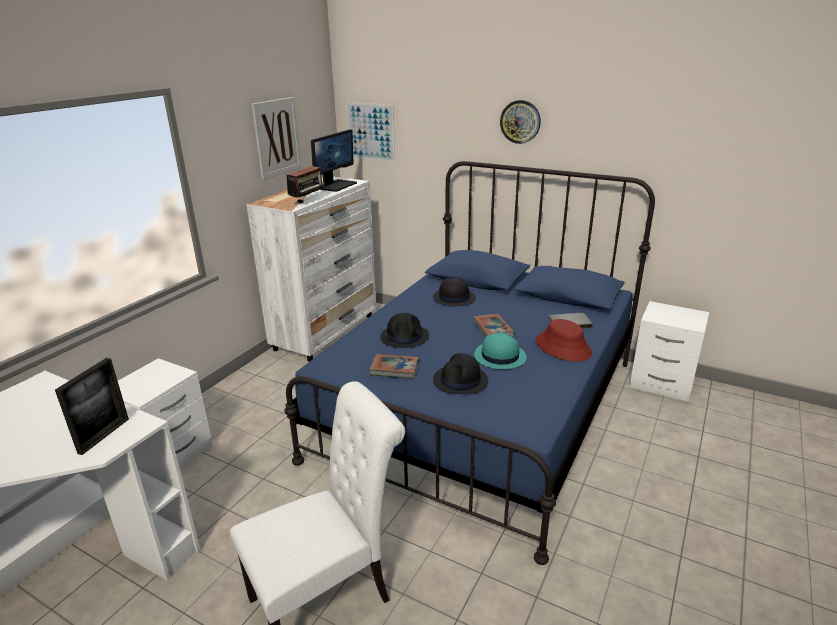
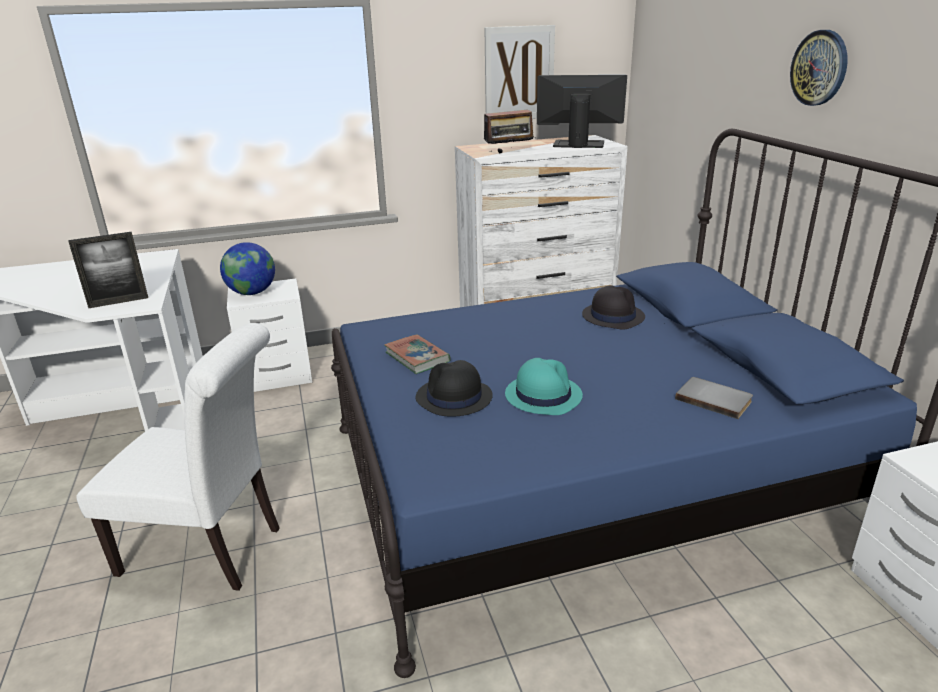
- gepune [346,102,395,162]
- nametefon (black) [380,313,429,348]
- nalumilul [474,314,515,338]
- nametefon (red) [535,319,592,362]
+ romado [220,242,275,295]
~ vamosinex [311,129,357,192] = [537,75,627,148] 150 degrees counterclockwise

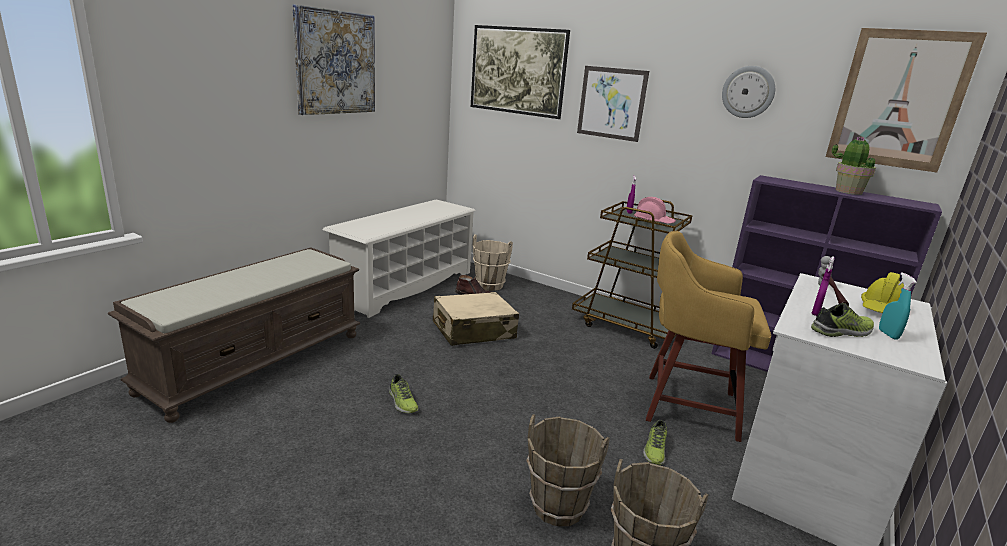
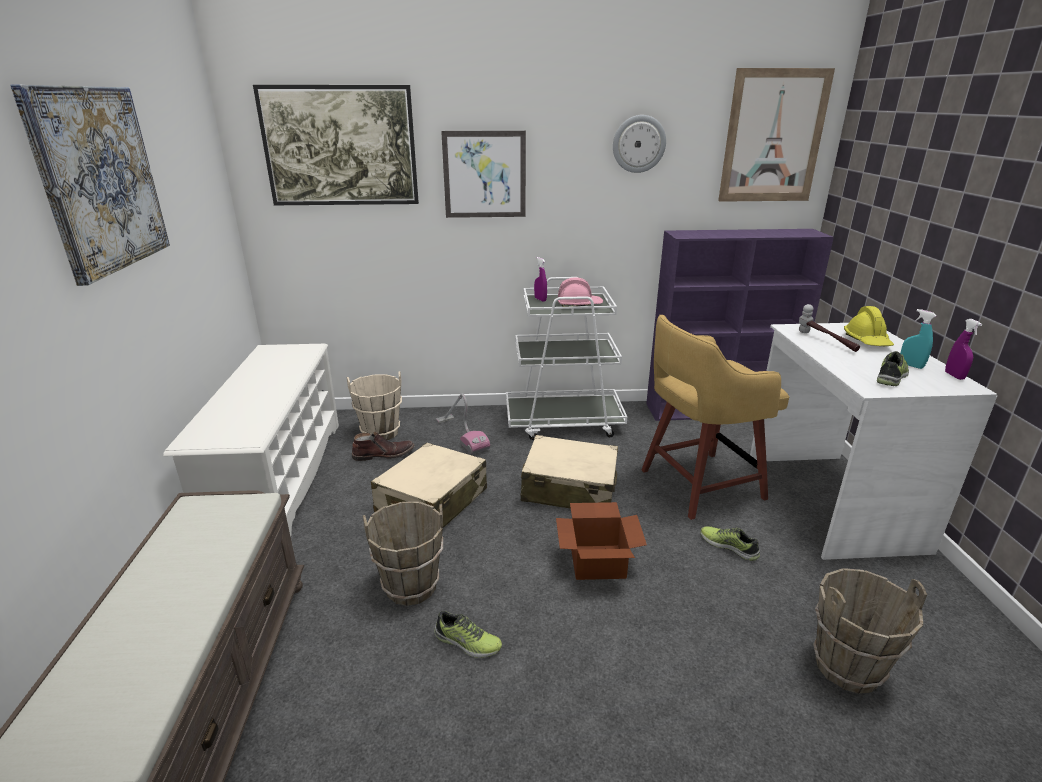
- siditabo [832,136,876,195]
+ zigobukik [436,393,490,454]
+ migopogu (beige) [521,435,618,509]
+ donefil [556,502,647,580]
~ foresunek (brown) [526,414,610,526] to [363,502,443,606]
~ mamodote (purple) [812,256,834,316] to [945,319,982,380]
~ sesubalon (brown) [572,197,693,349] to sesubalon (white) [506,277,627,440]
~ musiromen [643,419,667,465] = [701,526,760,561] 150 degrees clockwise

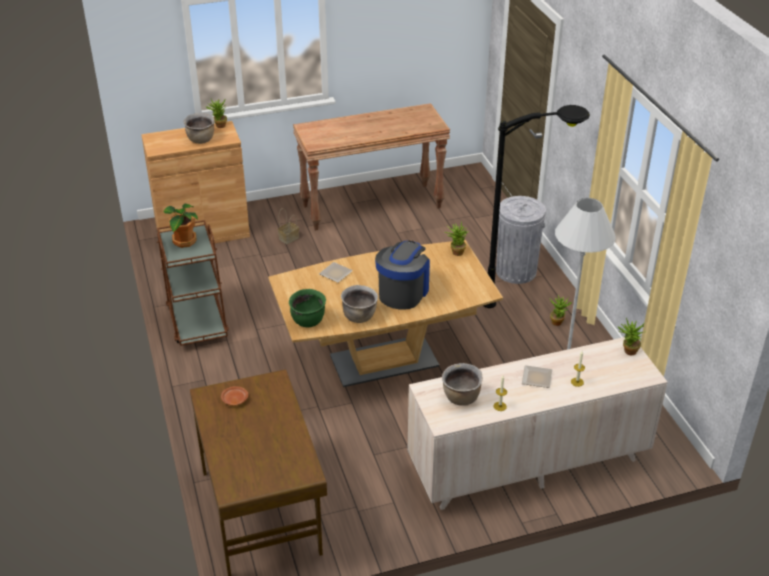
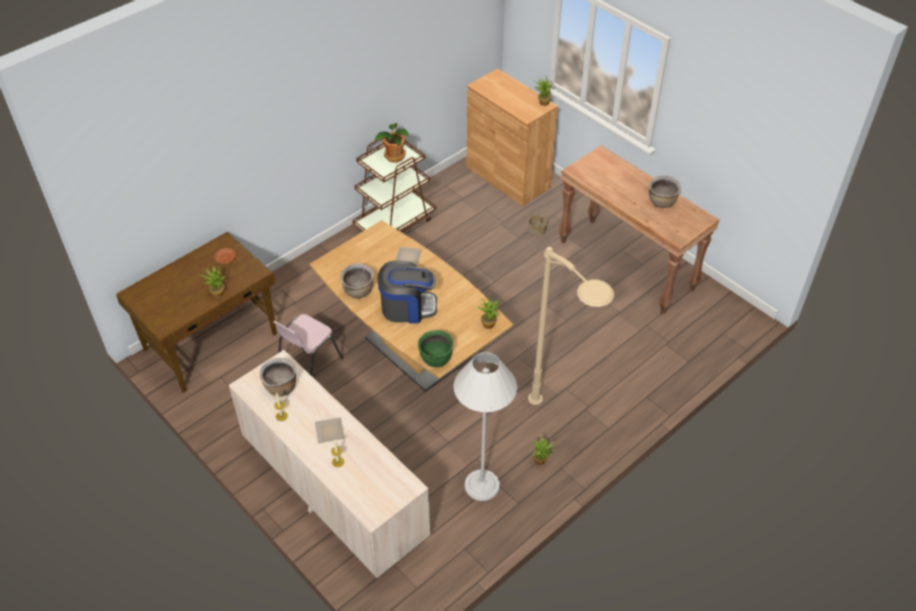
- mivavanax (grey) [496,196,546,284]
+ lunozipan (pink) [274,314,343,376]
~ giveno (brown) [184,113,215,144] to [649,176,681,208]
~ giveno (green) [289,289,326,327] to [418,330,453,367]
~ siditabo [618,318,645,355] to [200,267,226,298]
~ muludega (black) [484,105,590,308] to muludega (beige) [528,247,614,405]

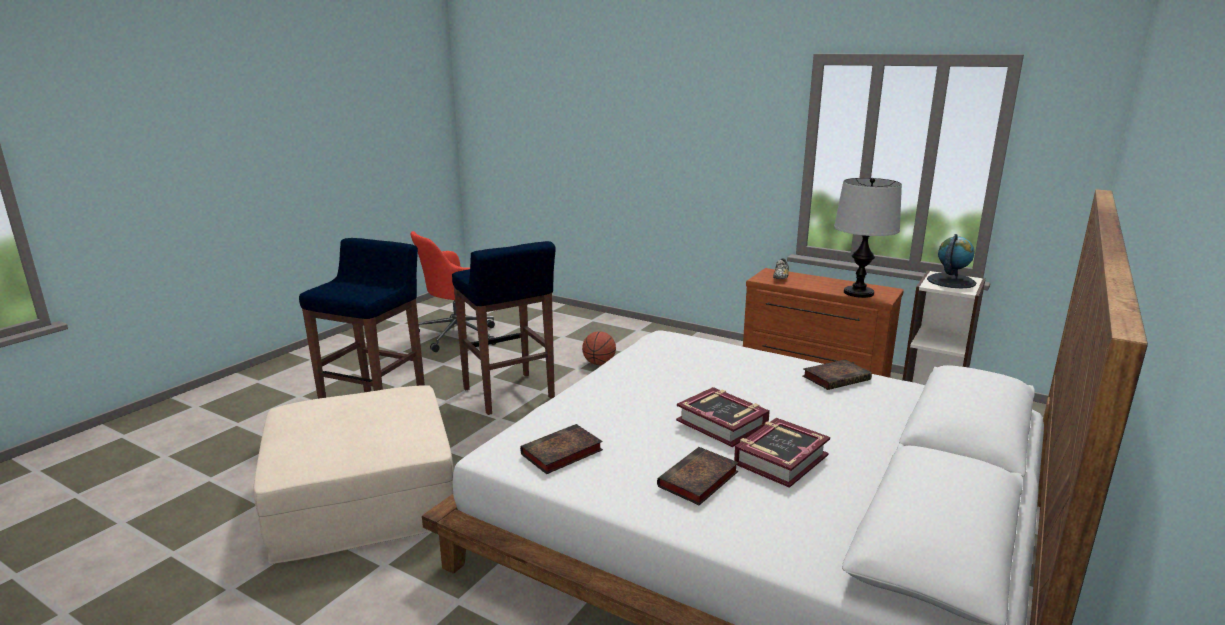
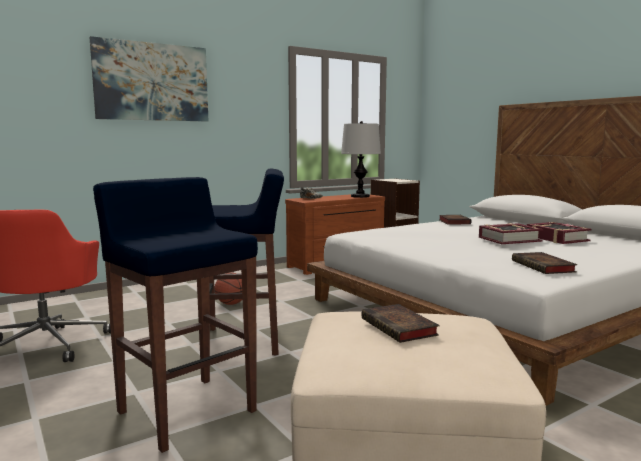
- romado [927,234,976,288]
+ gepune [89,36,208,121]
~ nalumilul [657,447,739,505] to [361,304,440,343]

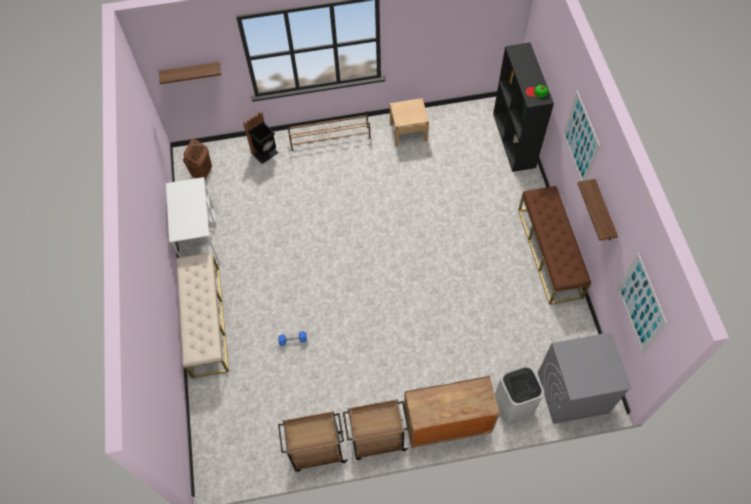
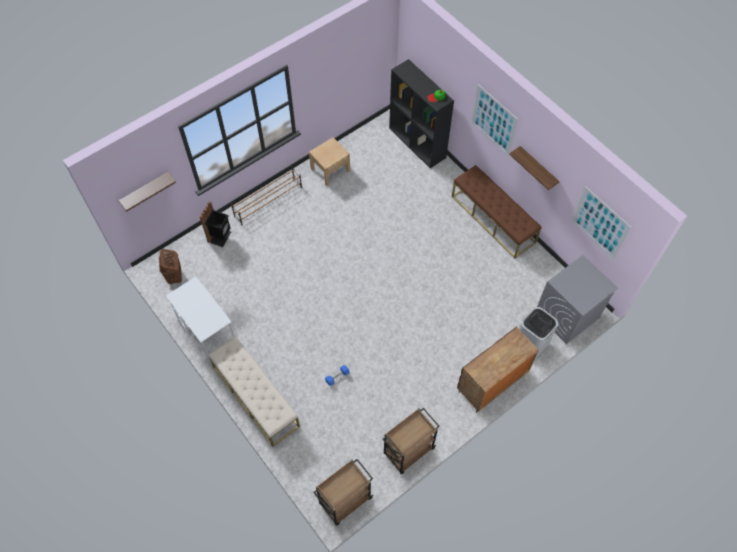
~ sesubalon (brown) [343,399,409,460] to [313,459,374,526]

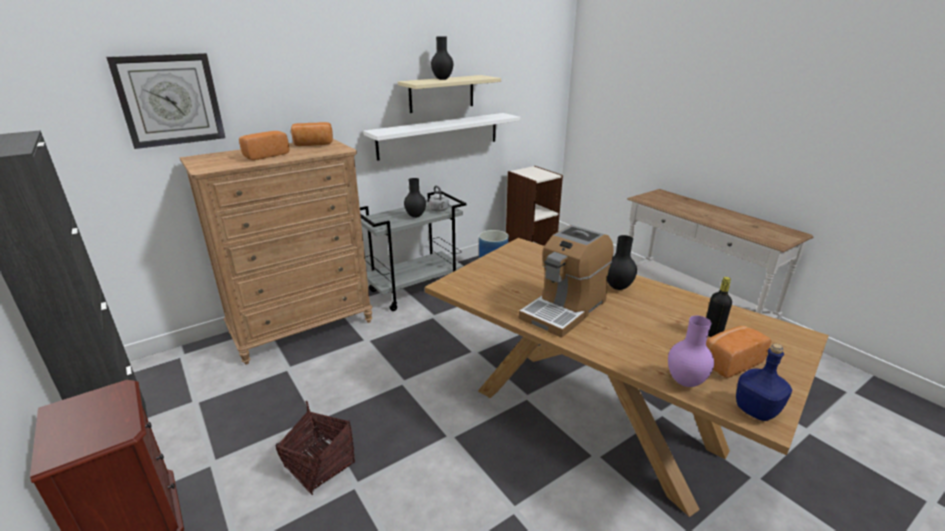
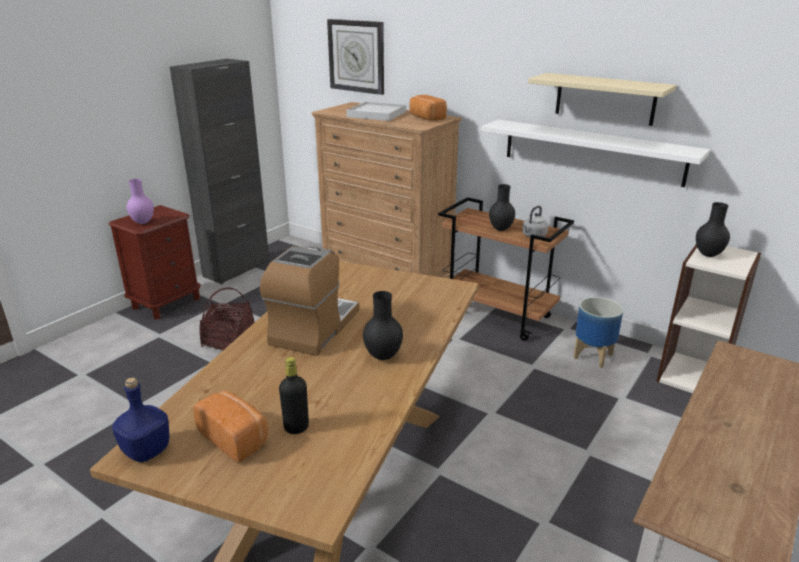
~ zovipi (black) [431,36,453,80] to [696,202,730,257]
~ zovipi (purple) [668,316,714,387] to [127,179,154,224]
~ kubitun [239,131,289,160] to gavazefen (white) [346,102,406,121]
~ sesubalon (grey) [360,191,466,311] to sesubalon (brown) [438,197,574,341]
~ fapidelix [519,225,614,338] = [260,246,359,356] 90 degrees clockwise

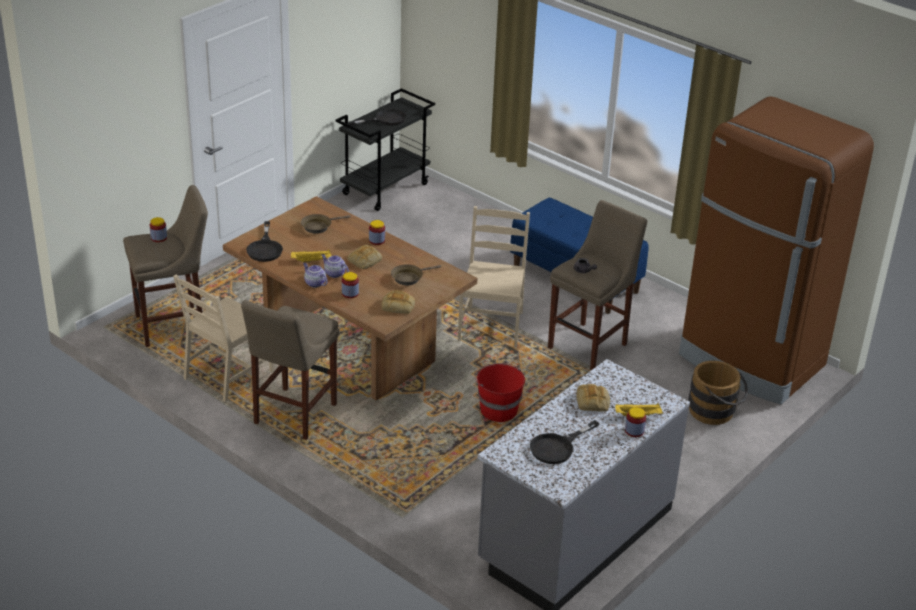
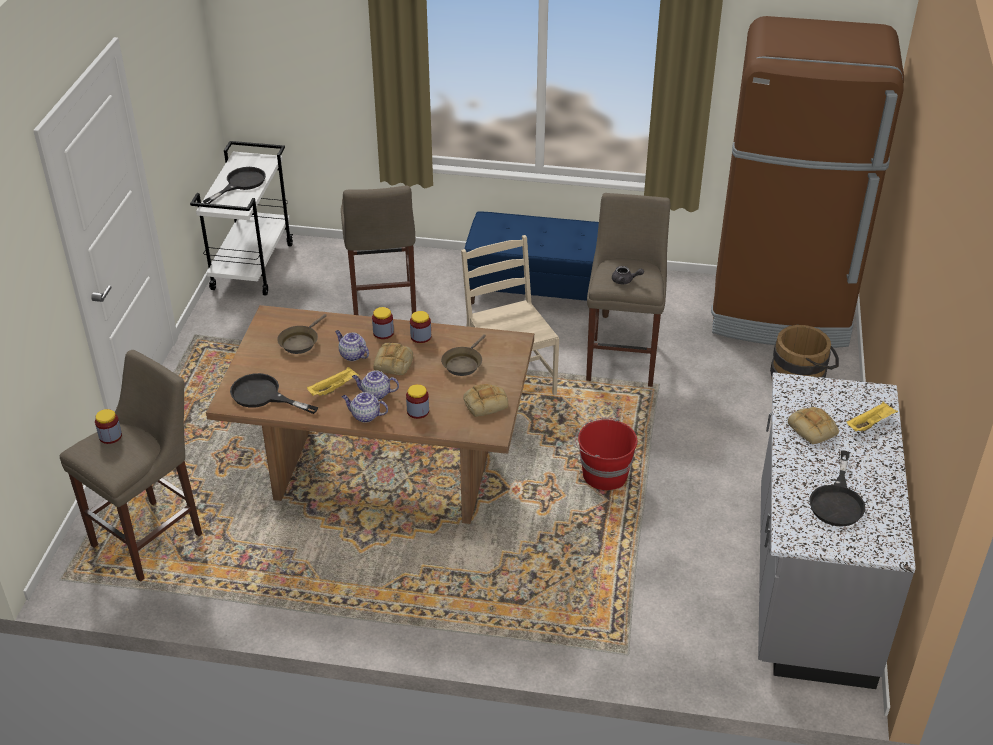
- lunozipan (beige) [173,275,274,402]
+ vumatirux [335,330,369,361]
~ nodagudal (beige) [241,300,339,440] to [341,186,416,315]
~ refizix [625,407,646,437] to [410,311,431,343]
~ sesubalon (black) [335,88,435,211] to sesubalon (white) [190,141,293,296]
~ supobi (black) [246,221,283,262] = [230,373,318,414] 150 degrees clockwise

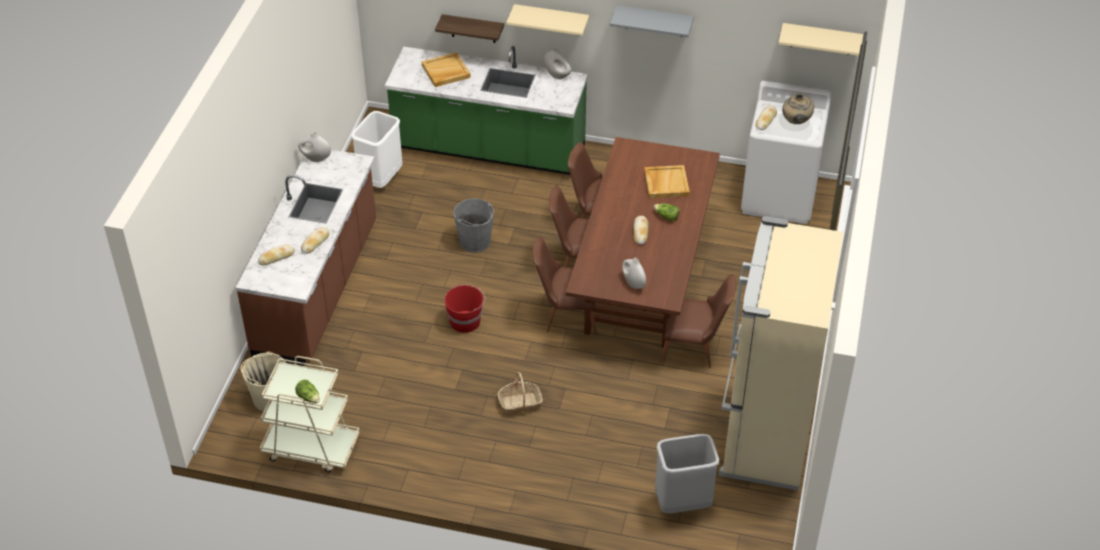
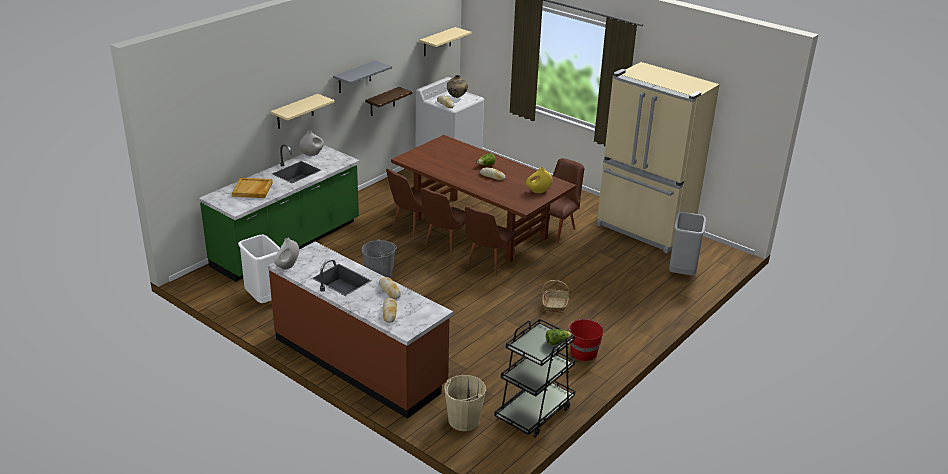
- gavazefen (beige) [644,165,690,198]
~ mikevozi [435,14,504,43] to [365,87,413,116]
~ foresunek (red) [444,284,485,333] to [568,319,604,361]
~ sesubalon (beige) [260,356,360,472] to sesubalon (black) [494,319,575,438]
~ zovipi (white) [622,258,646,289] to zovipi (yellow) [526,167,552,193]

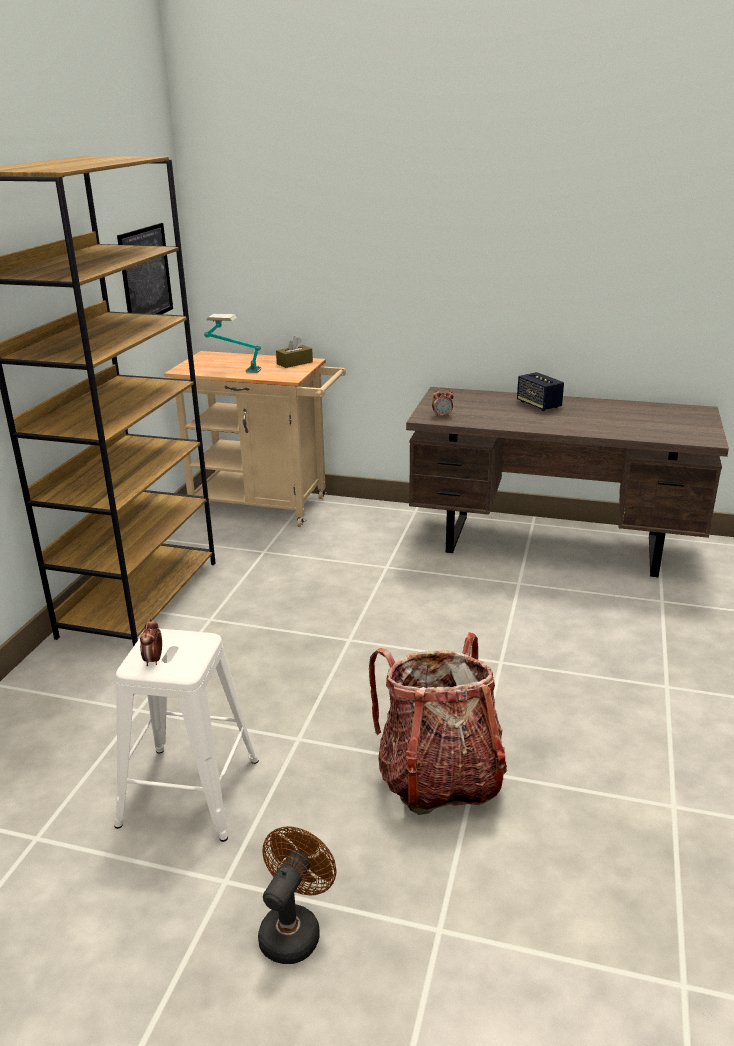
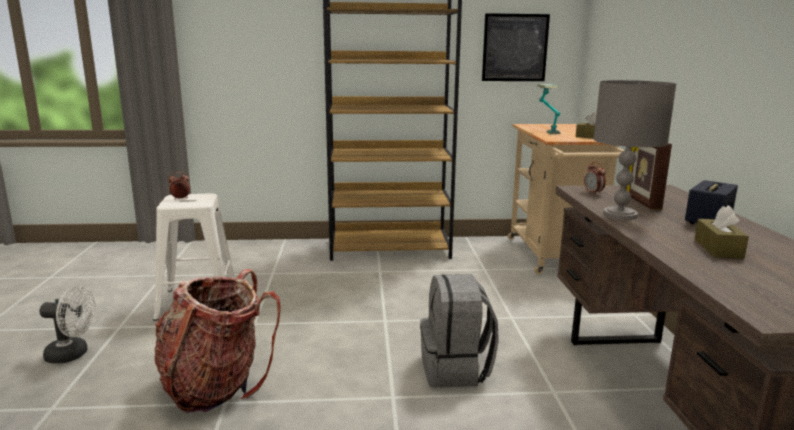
+ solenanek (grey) [420,274,499,388]
+ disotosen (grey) [593,80,676,220]
+ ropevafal [626,143,672,209]
+ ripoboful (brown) [694,205,749,259]
~ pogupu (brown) [258,826,337,964] to pogupu (white) [40,286,96,364]

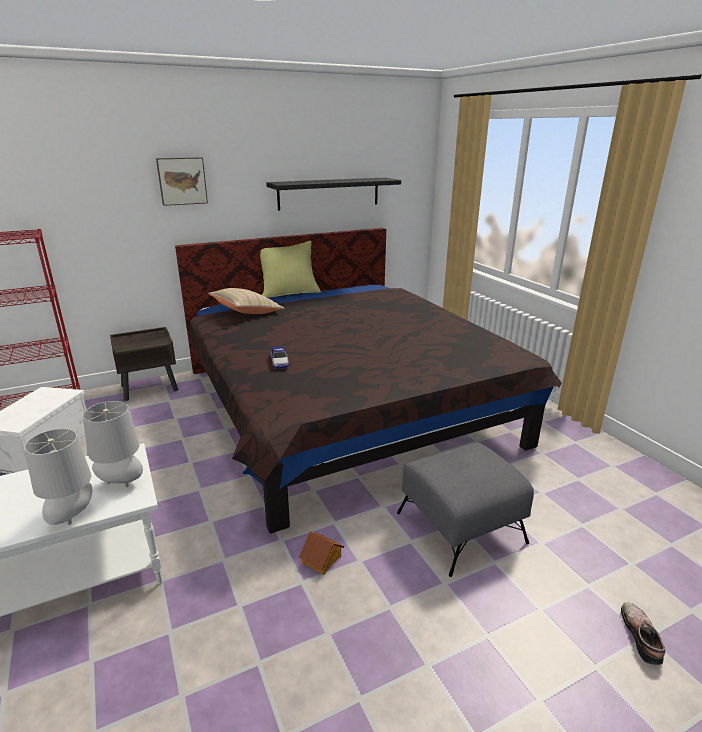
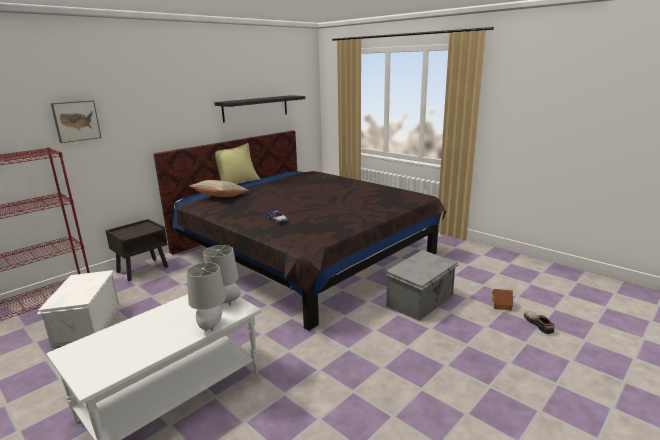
~ gepune [156,157,208,206] to [51,100,101,143]
~ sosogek [299,532,344,575] to [492,289,513,310]
~ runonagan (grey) [397,443,534,577] to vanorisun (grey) [385,250,459,321]

